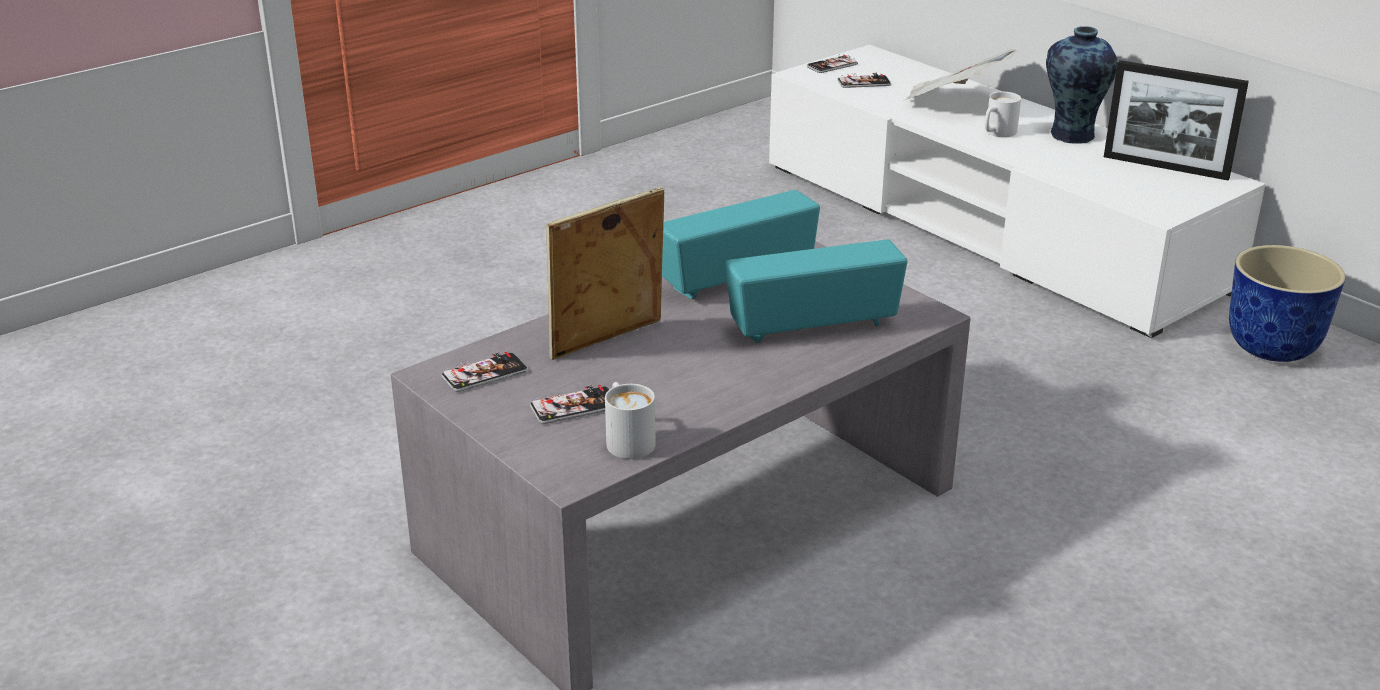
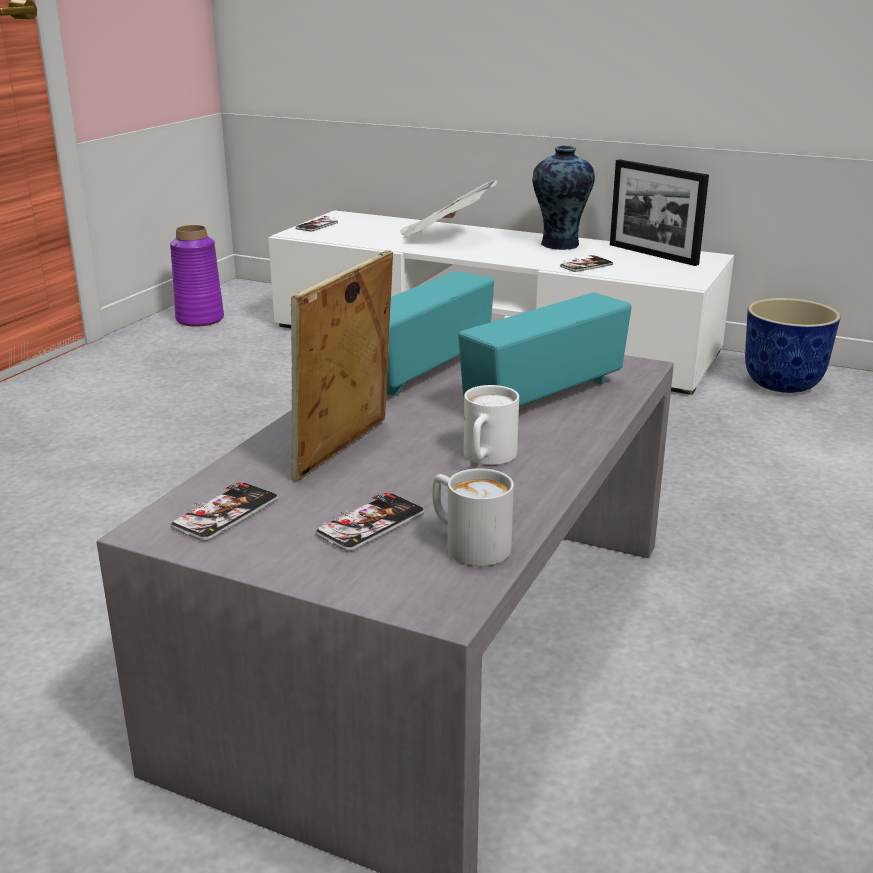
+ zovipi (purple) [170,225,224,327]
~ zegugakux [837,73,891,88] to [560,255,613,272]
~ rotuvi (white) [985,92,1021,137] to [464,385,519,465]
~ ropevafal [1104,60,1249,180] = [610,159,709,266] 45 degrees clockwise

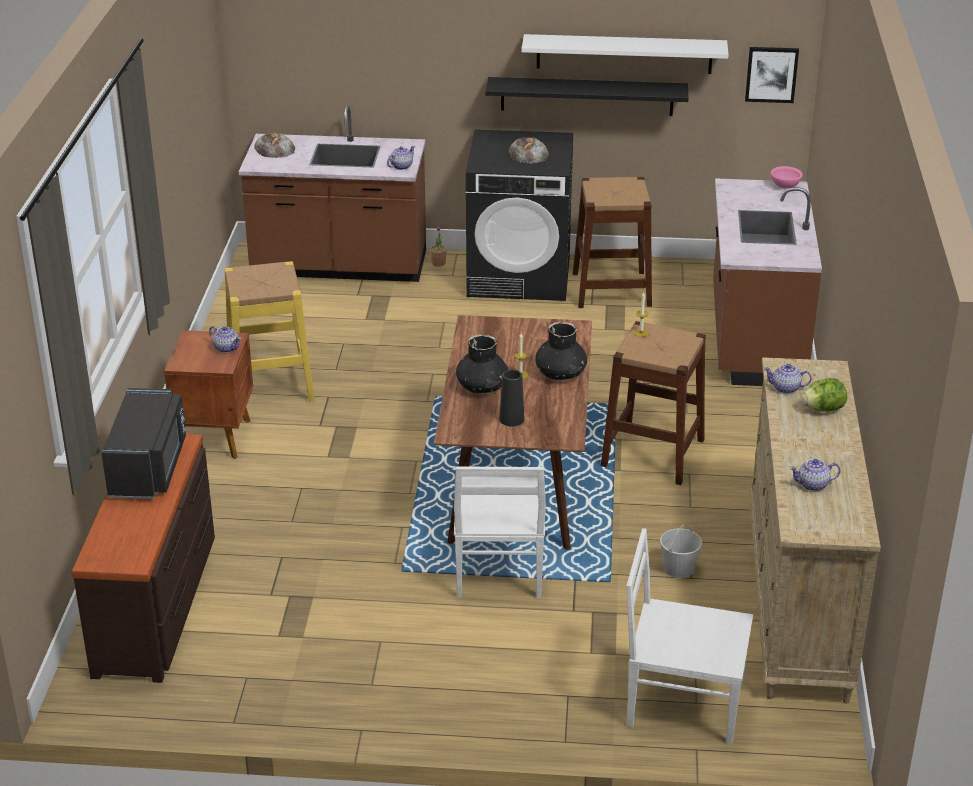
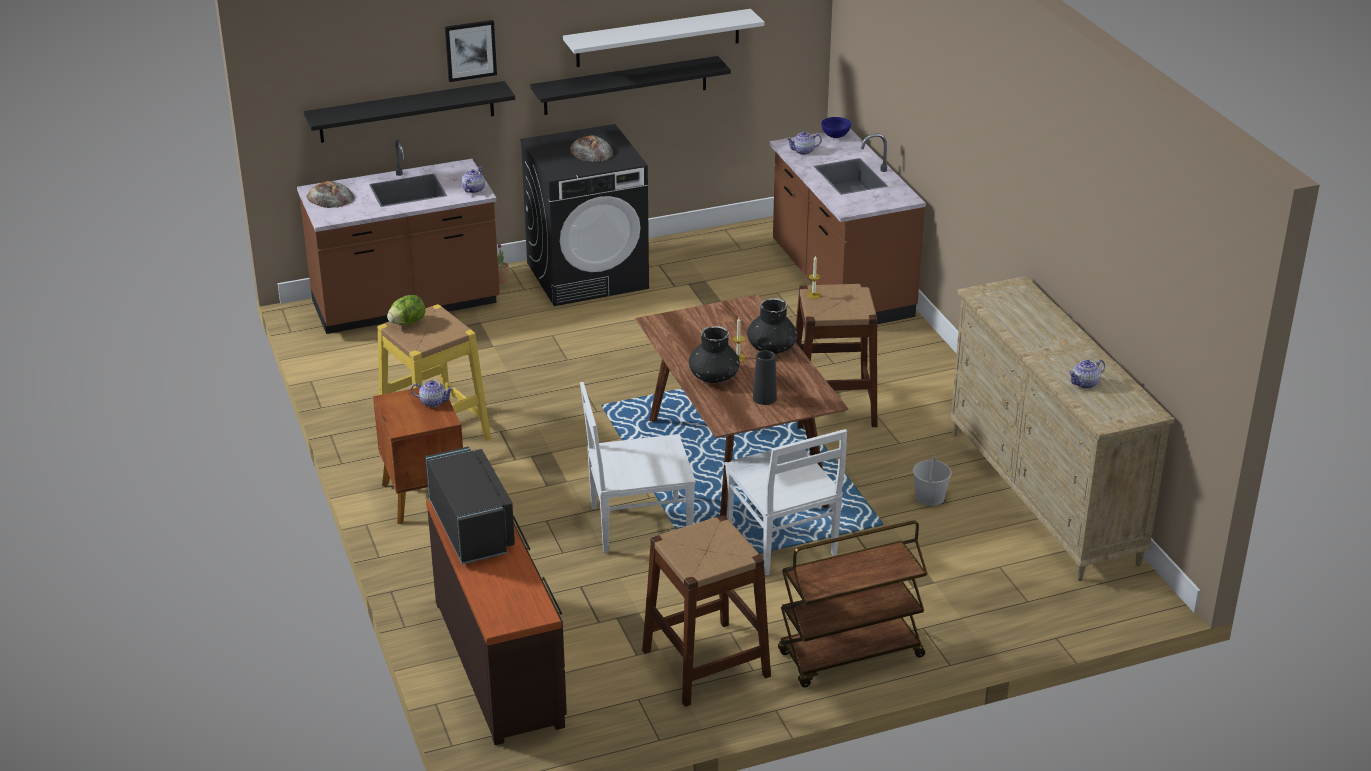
+ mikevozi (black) [304,81,515,143]
+ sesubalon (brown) [778,520,928,687]
~ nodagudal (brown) [573,177,652,308] to [642,515,771,707]
~ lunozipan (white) [627,528,753,744] to [580,382,696,553]
~ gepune [745,47,799,103] to [445,20,497,82]
~ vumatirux [764,364,812,394] to [786,131,822,155]
~ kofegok [801,378,847,412] to [387,295,426,325]
~ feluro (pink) [771,166,802,189] to feluro (blue) [821,117,851,138]

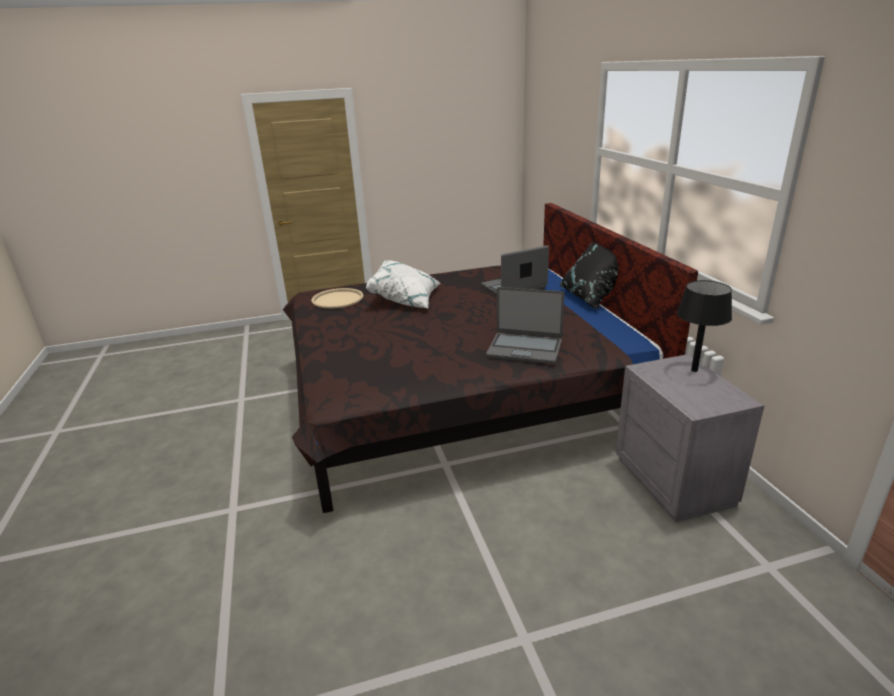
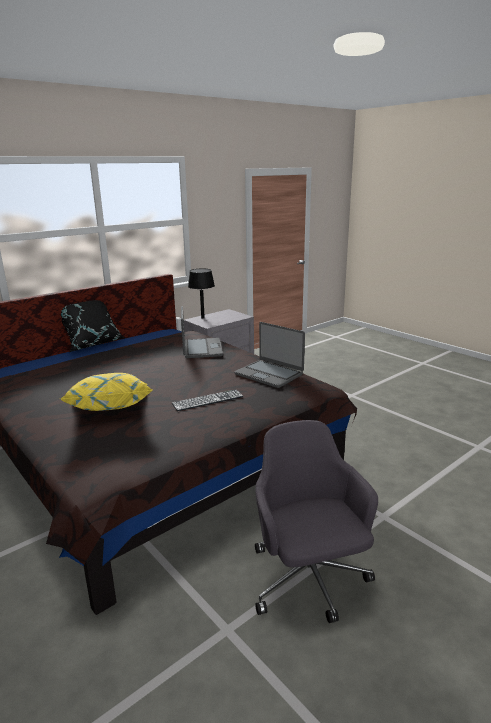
- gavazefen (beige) [311,288,363,309]
+ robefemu [172,389,243,411]
+ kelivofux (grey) [255,420,378,623]
~ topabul [481,245,549,295] to [235,322,305,388]
~ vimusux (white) [366,260,440,308] to vimusux (yellow) [61,373,152,411]

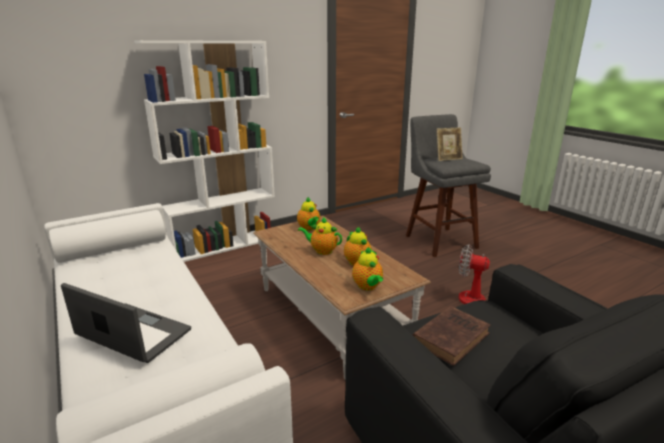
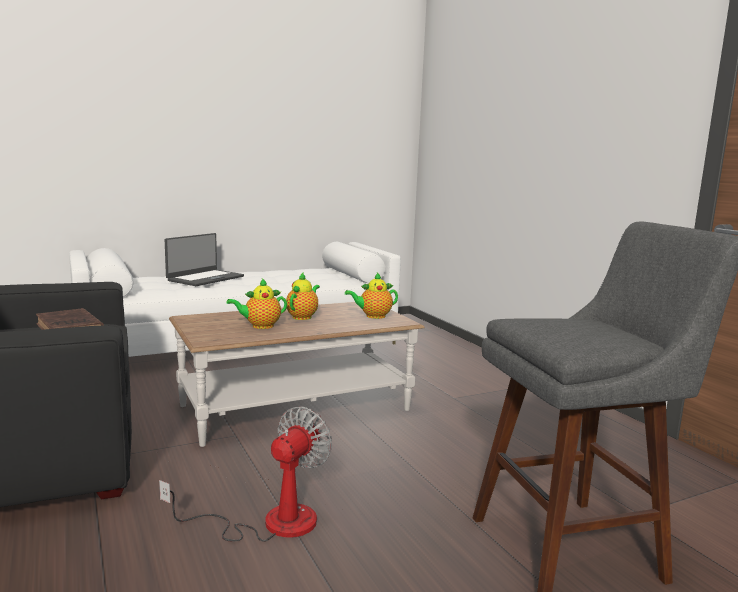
- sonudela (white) [134,40,275,262]
- vumatirux [352,247,383,291]
- ropevafal [437,128,463,161]

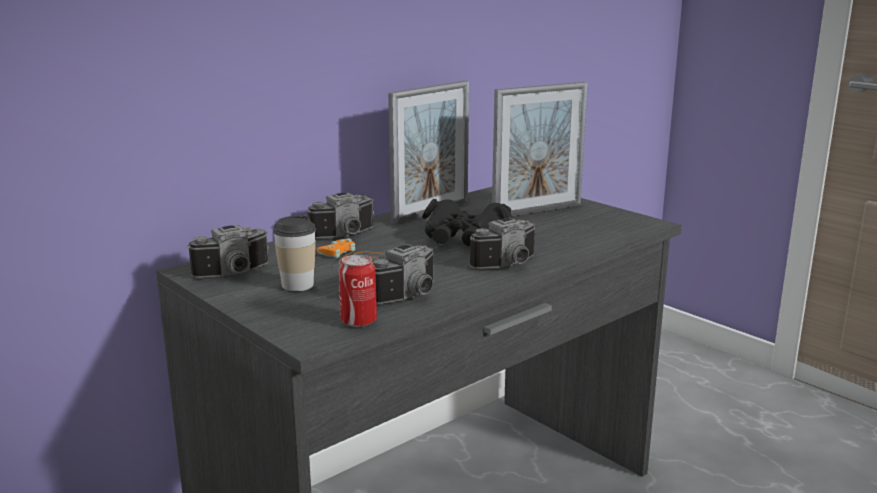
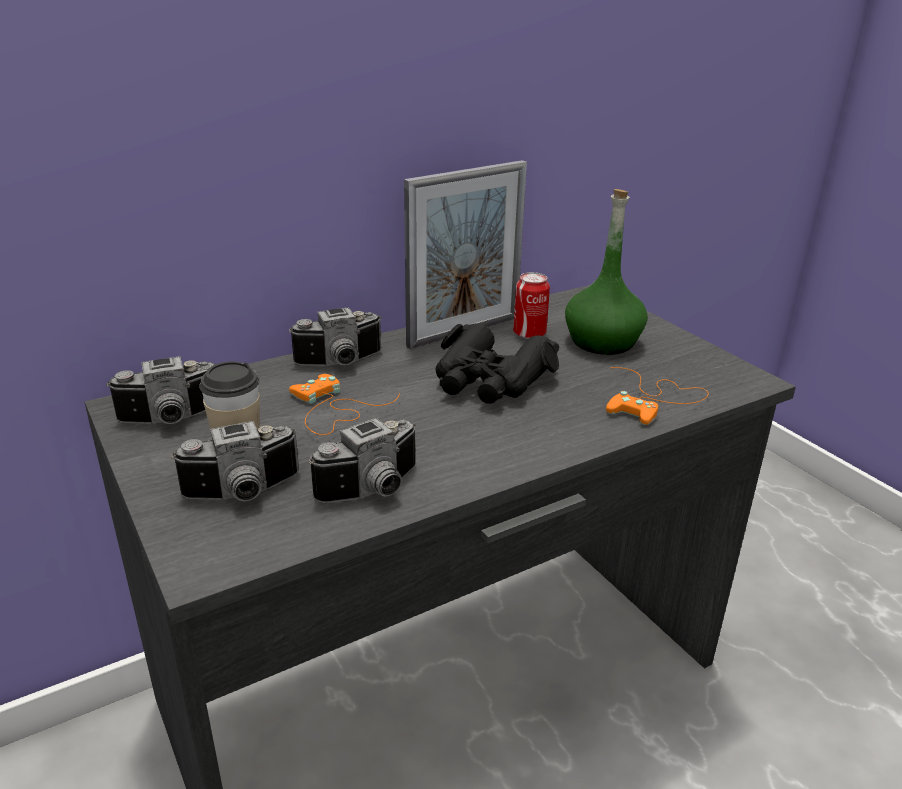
+ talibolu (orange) [606,367,709,425]
~ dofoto [339,255,377,327] to [513,272,550,339]
~ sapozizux [470,218,535,269] to [171,421,299,501]
~ ropevafal [492,82,587,216] to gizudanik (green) [565,189,648,355]

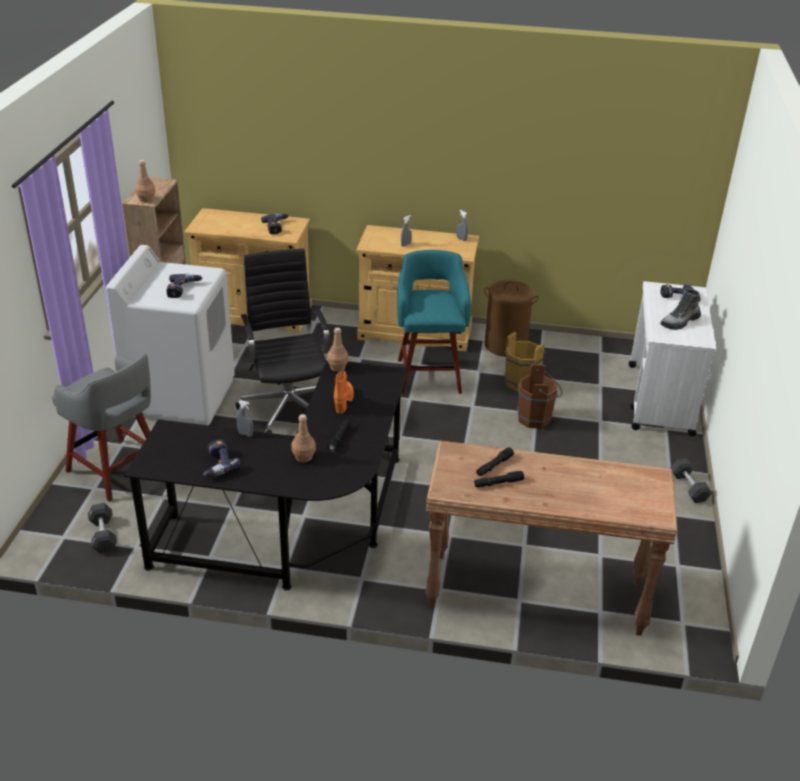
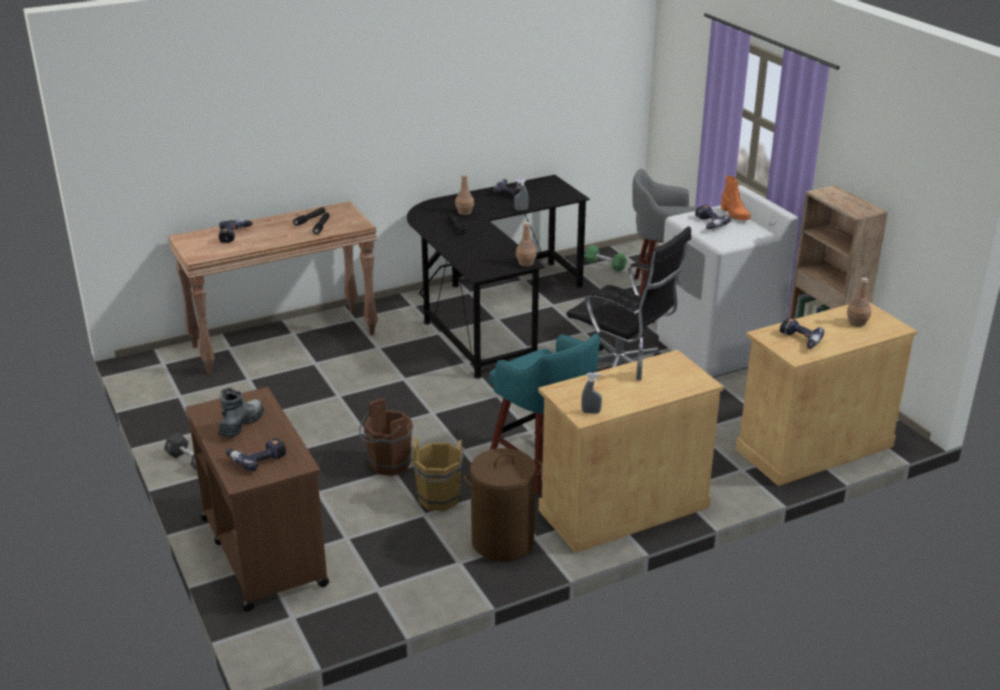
+ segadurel [219,220,253,243]
~ gizudanik (brown) [135,160,156,203] to [847,277,871,327]
~ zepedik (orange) [334,370,354,414] to [721,176,751,220]
~ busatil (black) [88,503,117,553] to busatil (green) [584,245,627,272]
~ sesubalon (white) [629,281,716,436] to sesubalon (brown) [186,387,329,611]

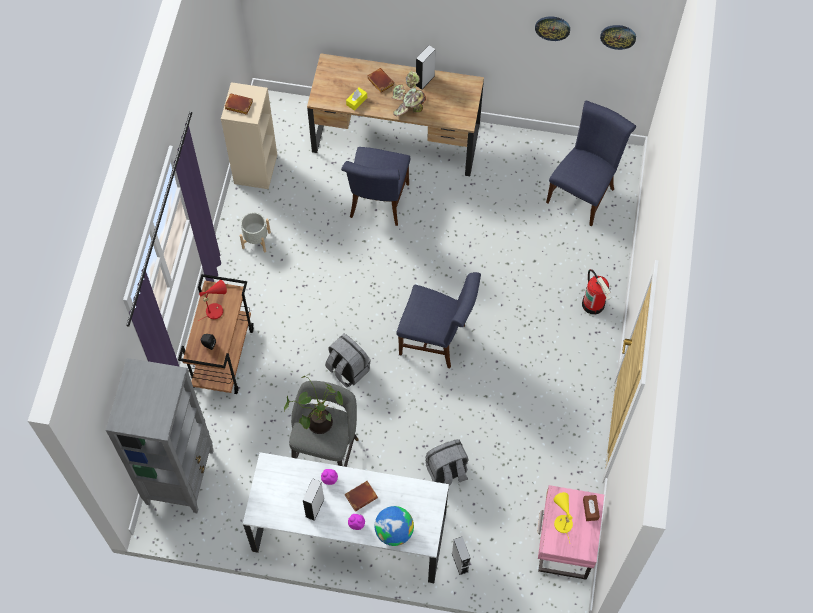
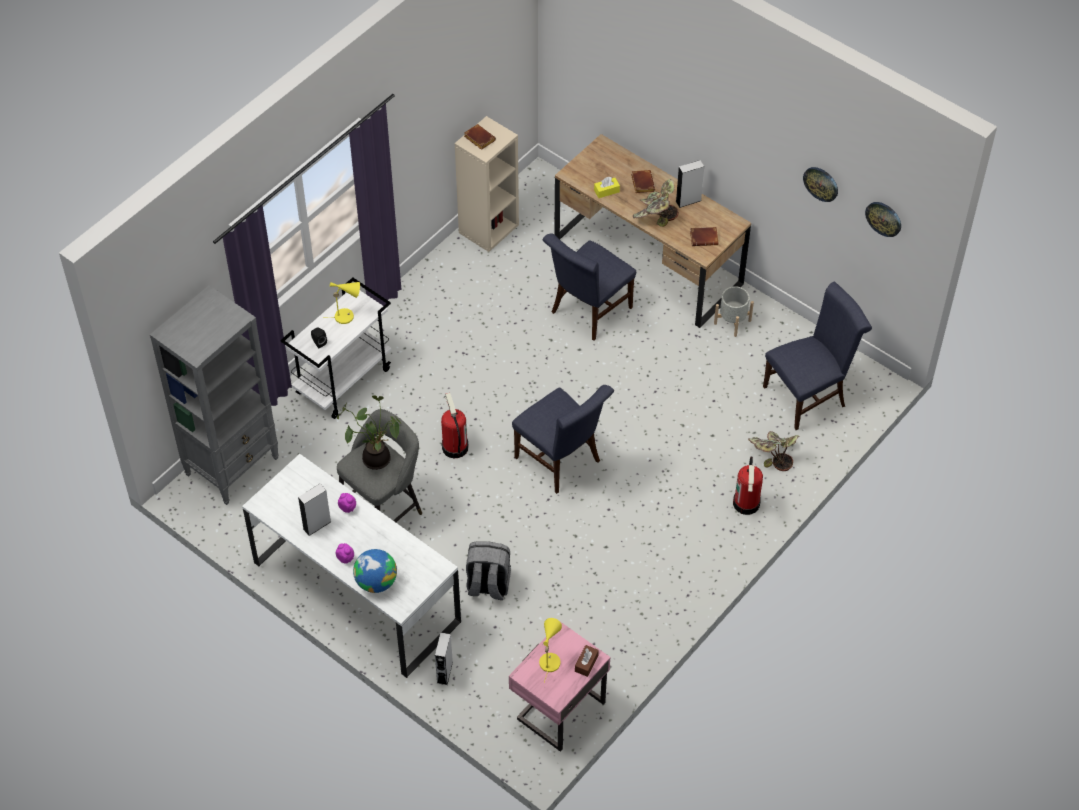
+ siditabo [748,431,800,471]
~ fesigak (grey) [240,212,271,252] to [714,286,754,337]
~ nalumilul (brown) [345,481,378,512] to [690,227,718,246]
~ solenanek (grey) [325,334,371,387] to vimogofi [441,393,469,458]
~ sesubalon (brown) [178,274,254,394] to sesubalon (white) [280,277,391,419]
~ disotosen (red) [198,280,227,321] to disotosen (yellow) [323,282,360,324]

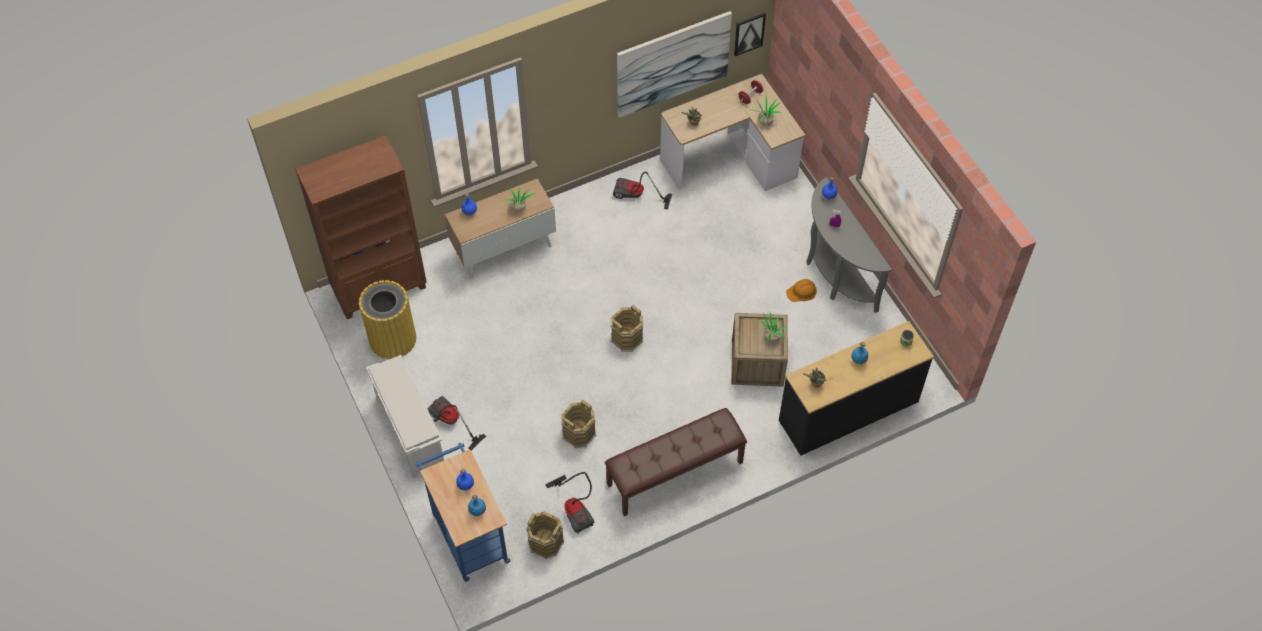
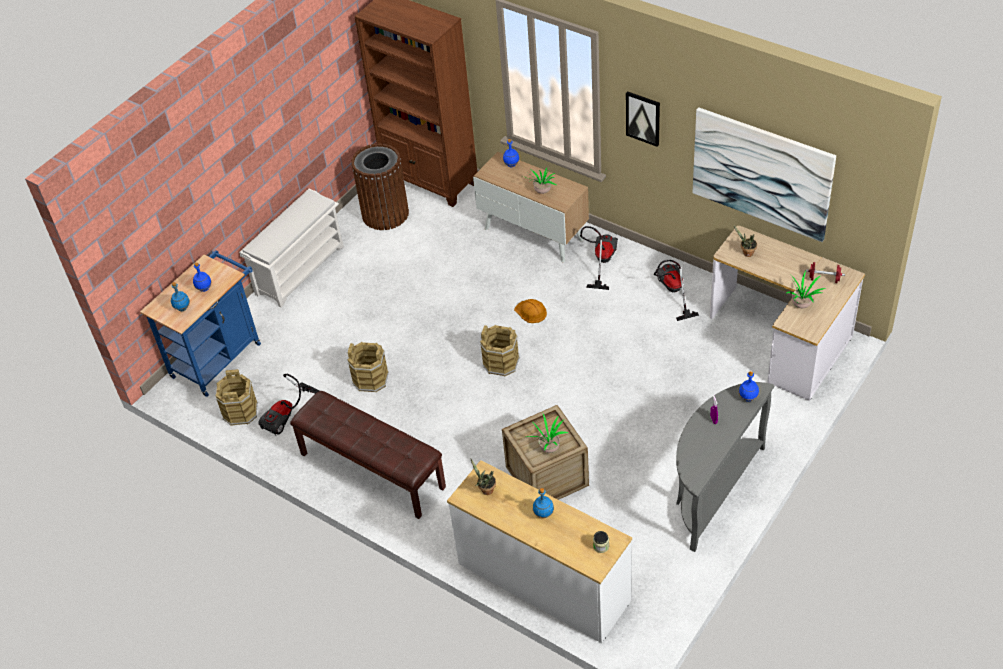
~ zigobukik [428,396,486,450] to [580,226,618,290]
~ gepune [734,12,766,56] to [626,91,660,147]
~ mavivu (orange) [786,279,817,302] to [514,299,547,323]
~ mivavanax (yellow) [359,280,416,359] to mivavanax (brown) [351,143,409,230]
~ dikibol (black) [779,321,934,455] to dikibol (white) [447,460,632,643]

